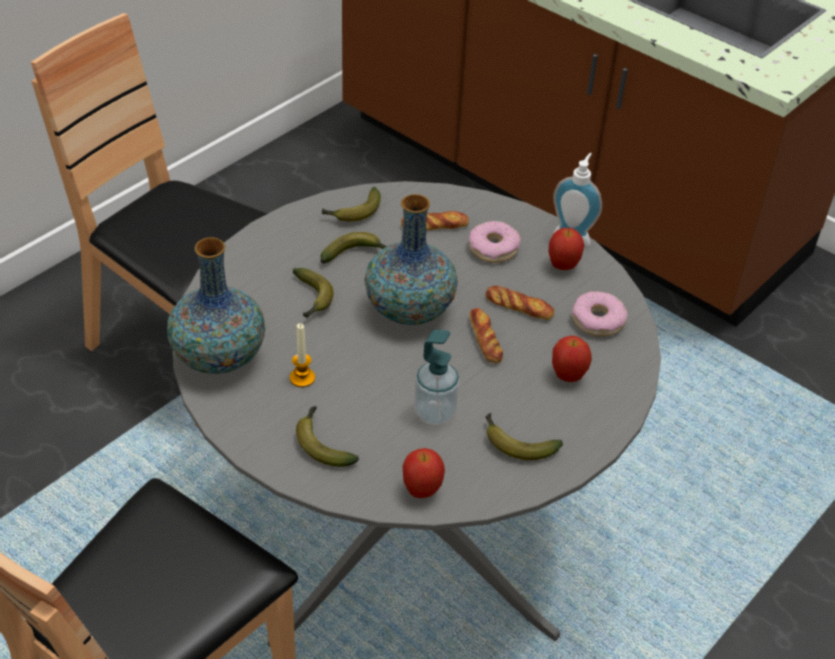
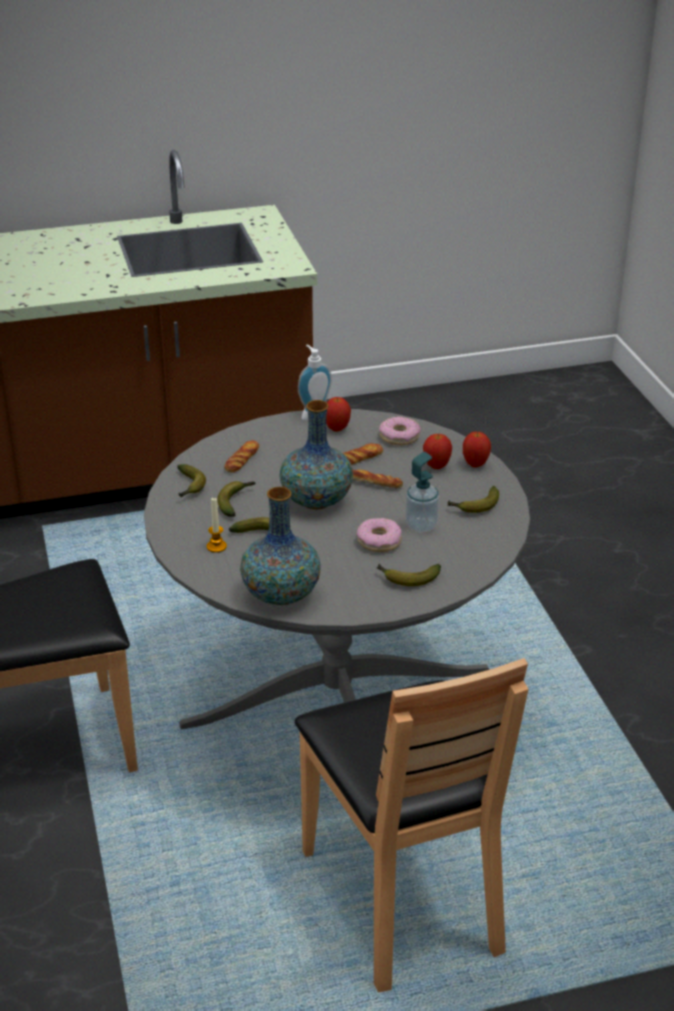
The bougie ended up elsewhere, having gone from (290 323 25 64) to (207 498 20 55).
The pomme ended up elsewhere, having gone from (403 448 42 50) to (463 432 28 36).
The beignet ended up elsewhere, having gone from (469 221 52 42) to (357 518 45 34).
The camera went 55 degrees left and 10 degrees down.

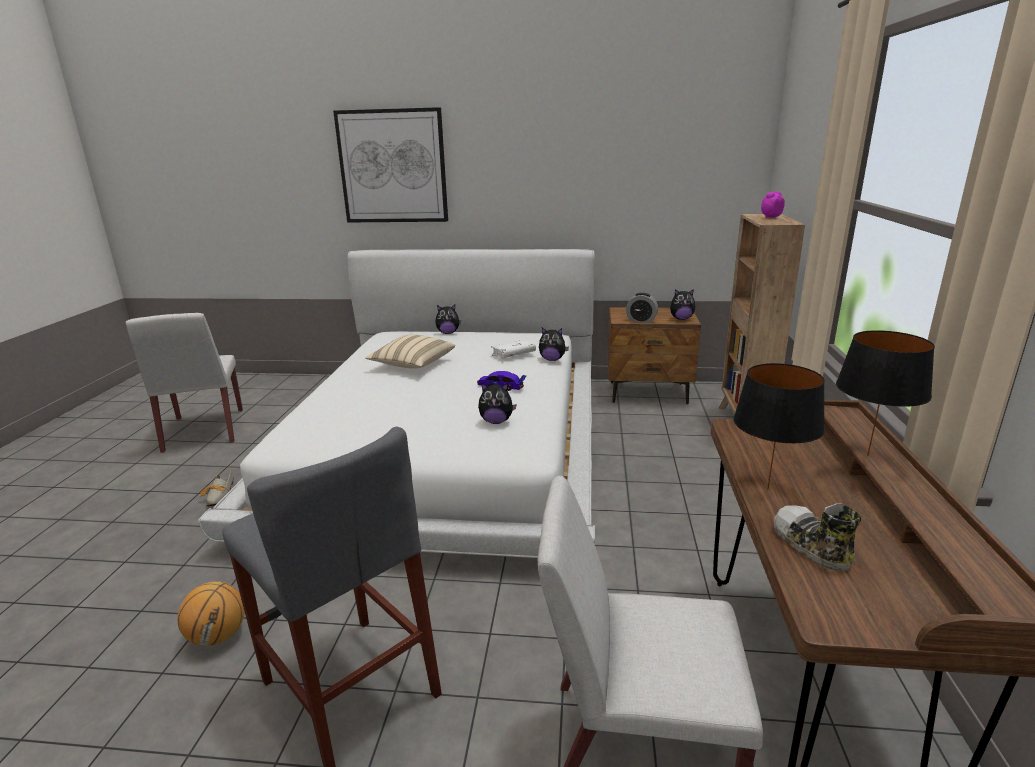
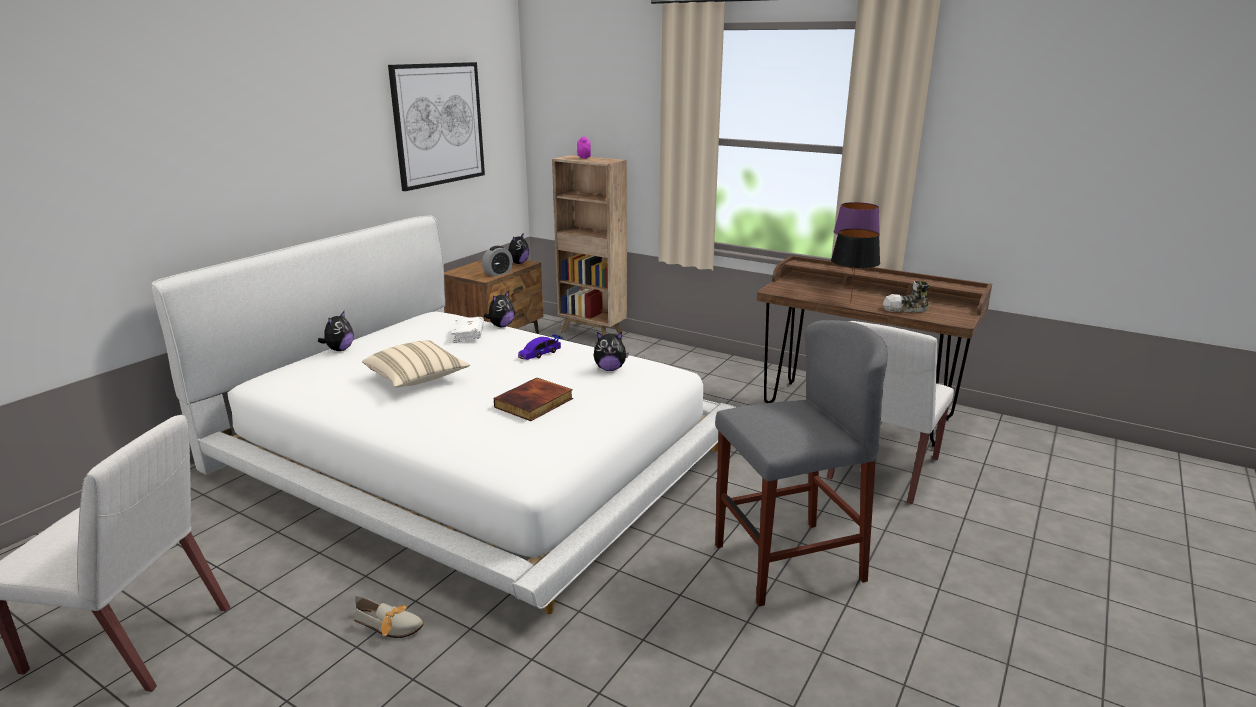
The second view lost the ballon de basket at (177 581 68 65).
The second view gained the livre at (493 378 80 43).
The tableau ended up elsewhere, having gone from (333 107 115 116) to (388 62 97 129).
What was the lampe de table/noir at (836 330 99 126) turned into the lampe de table/violet at (834 202 46 69).
The peluche at (478 382 39 42) ended up facing another way, 60 degrees clockwise from before.
The camera went 65 degrees left and 0 degrees up.

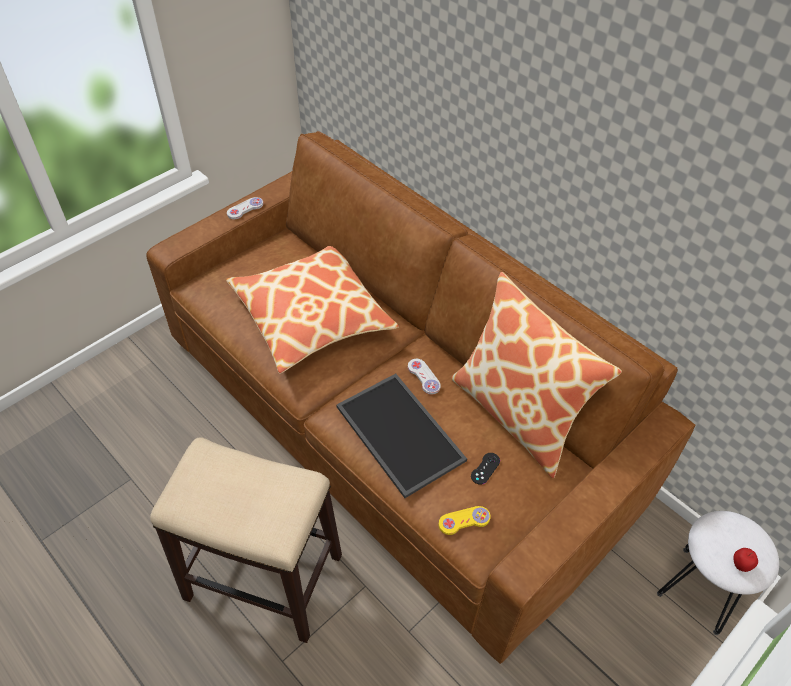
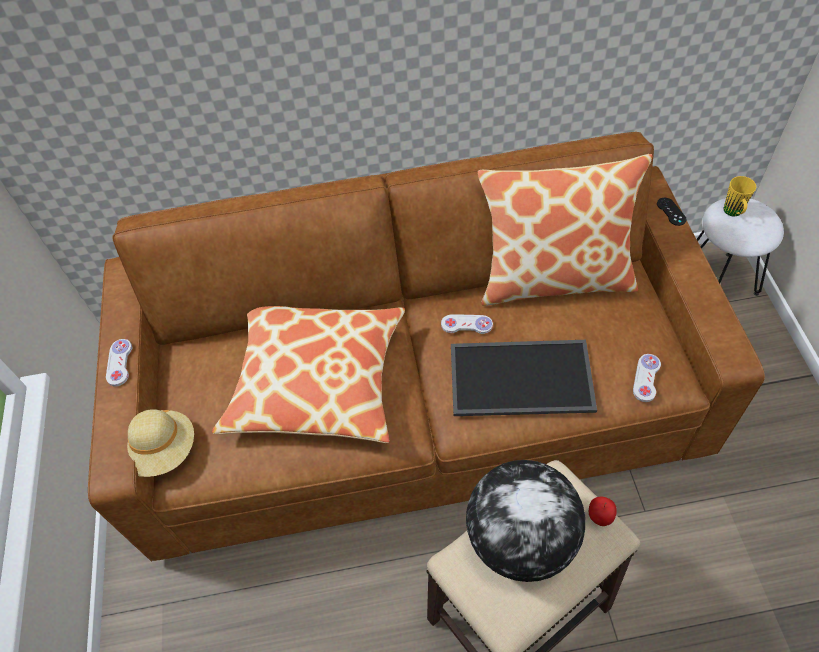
The second view gained the chapeau/beige at (127 409 67 68).
The second view gained the globe at (466 460 119 122).
The second view gained the mug/jaune at (724 176 32 41).
The manette/noir ended up elsewhere, having gone from (471 453 29 31) to (657 198 30 28).
The pomme ended up elsewhere, having gone from (734 548 24 24) to (589 497 28 29).
What was the manette/jaune at (439 506 52 29) turned into the manette/blanc at (633 354 28 48).
The camera went 50 degrees left and 5 degrees up.

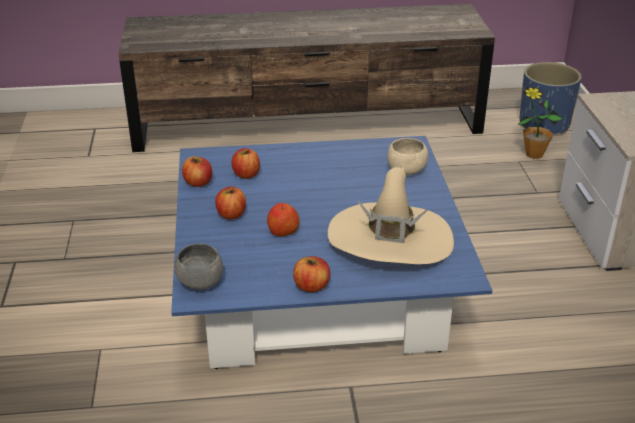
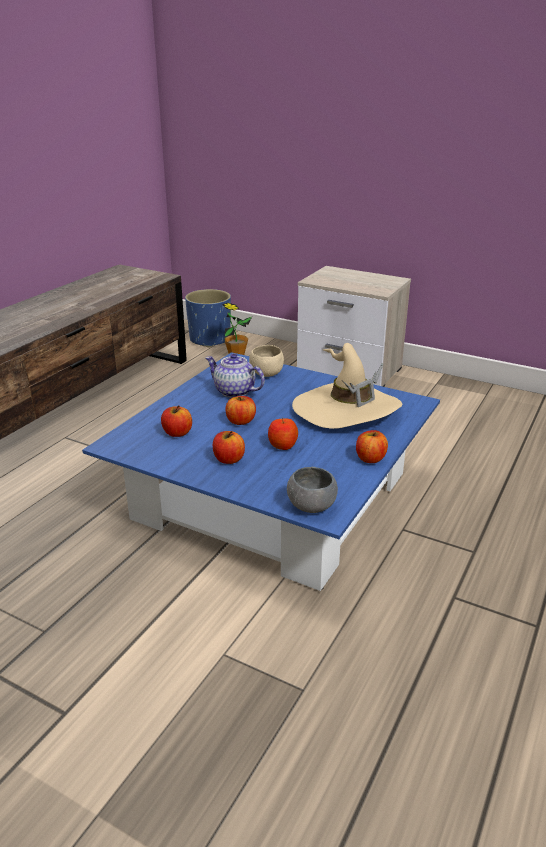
The second view gained the théière at (205 353 60 45).
The pomme ended up elsewhere, having gone from (182 157 30 30) to (226 396 30 29).
The camera went 55 degrees left and 5 degrees down.

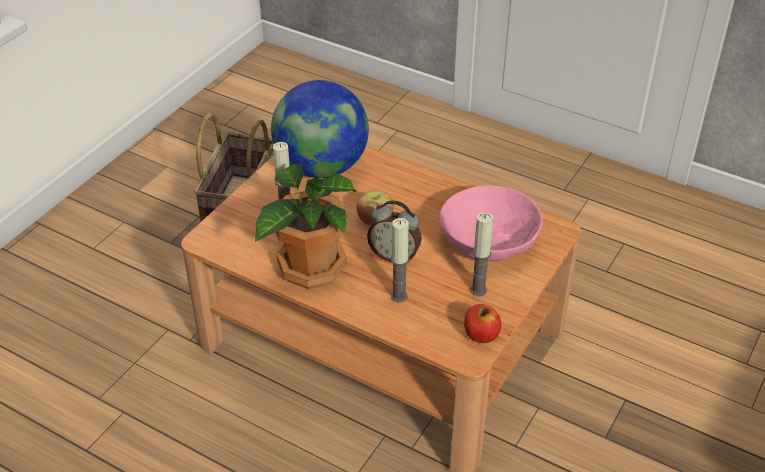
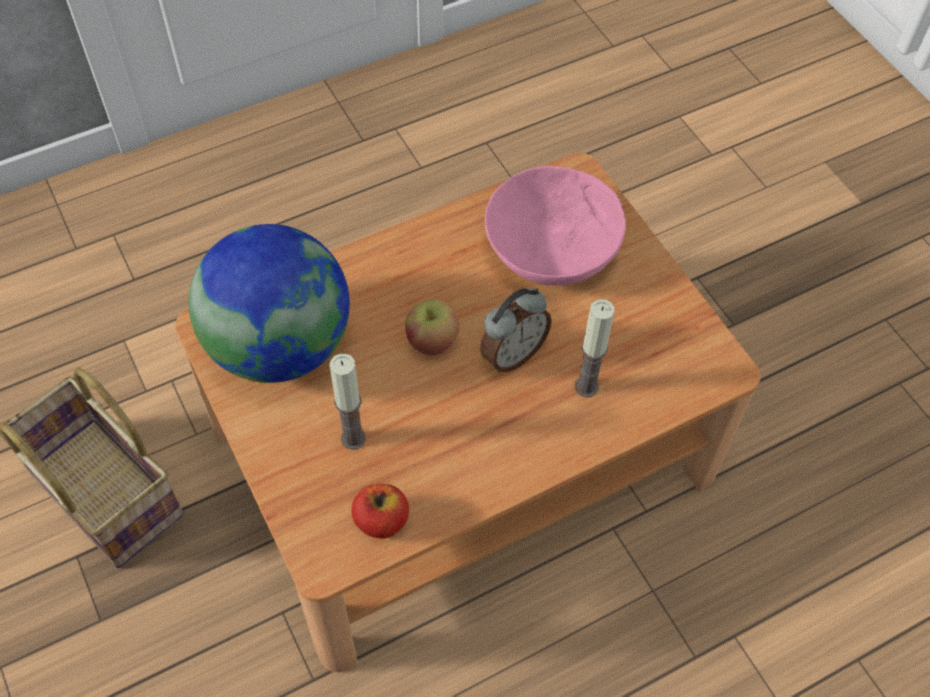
The second view lost the plante en pot at (255 164 101 125).
The second view lost the bougie at (470 212 23 84).
The pomme ended up elsewhere, having gone from (464 304 37 39) to (352 484 57 55).
The camera went 60 degrees left and 15 degrees up.

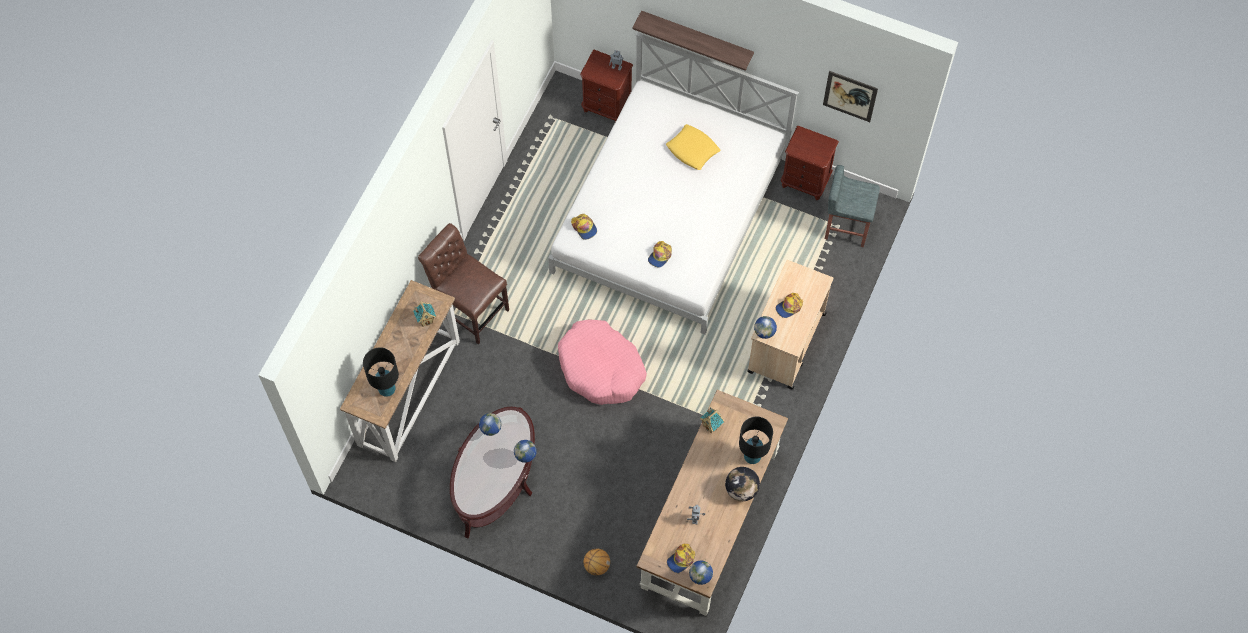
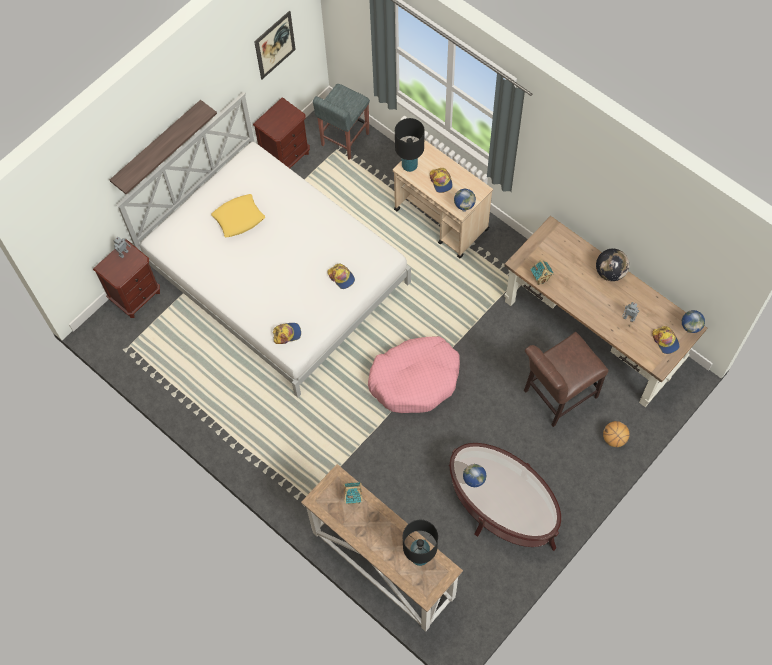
The second view lost the globe at (514 440 22 23).
The chaise/marron ended up elsewhere, having gone from (418 223 91 122) to (524 331 84 96).
The lampe de table/noir ended up elsewhere, having gone from (739 417 34 47) to (395 118 30 54).
The camera went 70 degrees left and 0 degrees up.

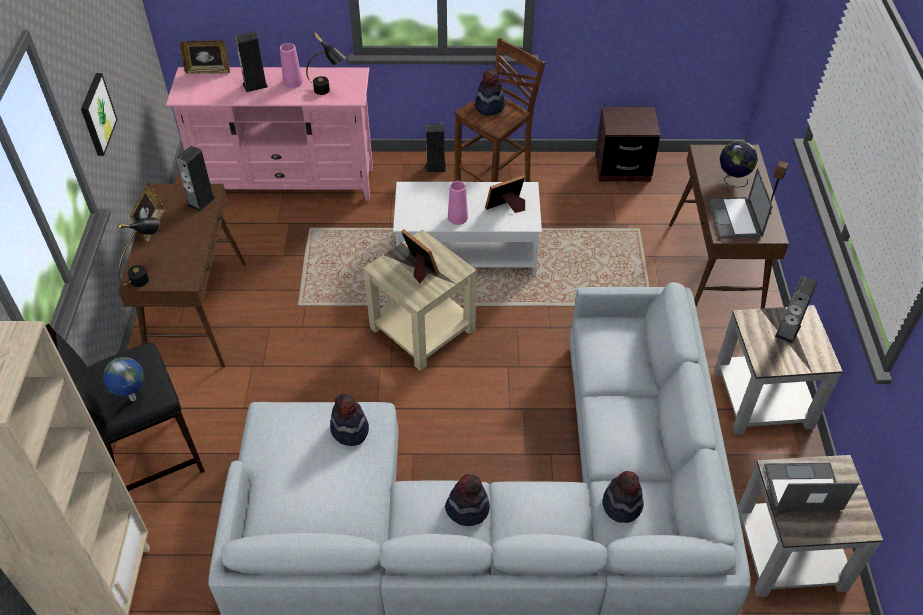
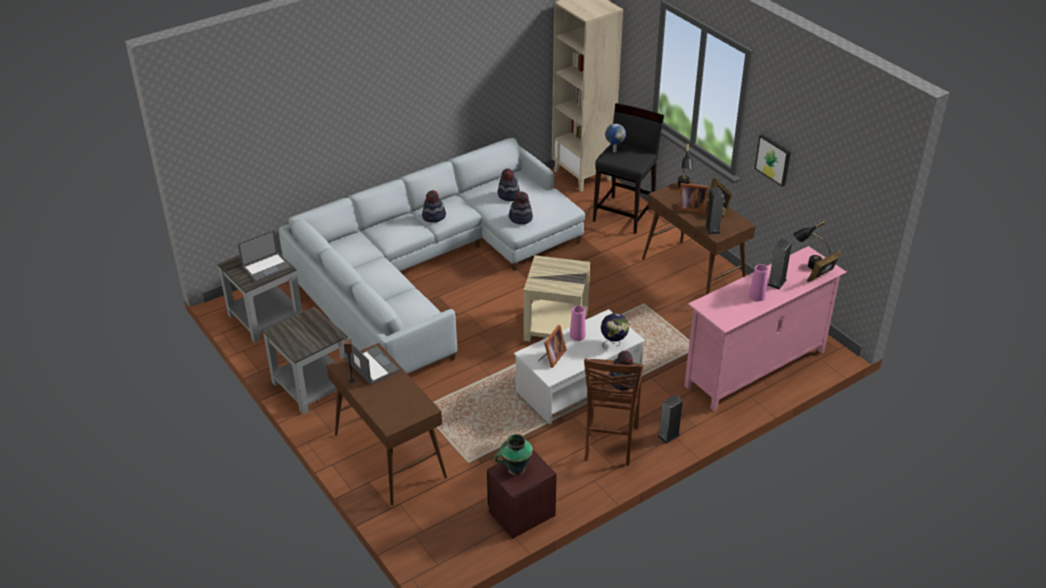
The second view lost the enceinte at (775 276 42 68).
The second view gained the vase at (494 434 39 41).
The lampe de table/noir ended up elsewhere, having gone from (306 32 40 63) to (793 221 38 49).
The cadre photo ended up elsewhere, having gone from (401 229 38 54) to (678 183 31 30).
The chapeau ended up elsewhere, having gone from (602 471 42 52) to (498 169 22 32).
The globe ended up elsewhere, having gone from (719 140 39 48) to (601 313 28 36).
The camera went 145 degrees right and 10 degrees down.

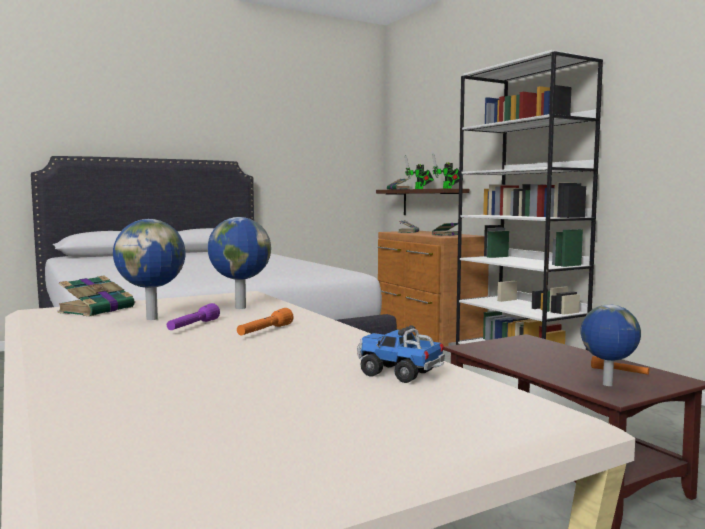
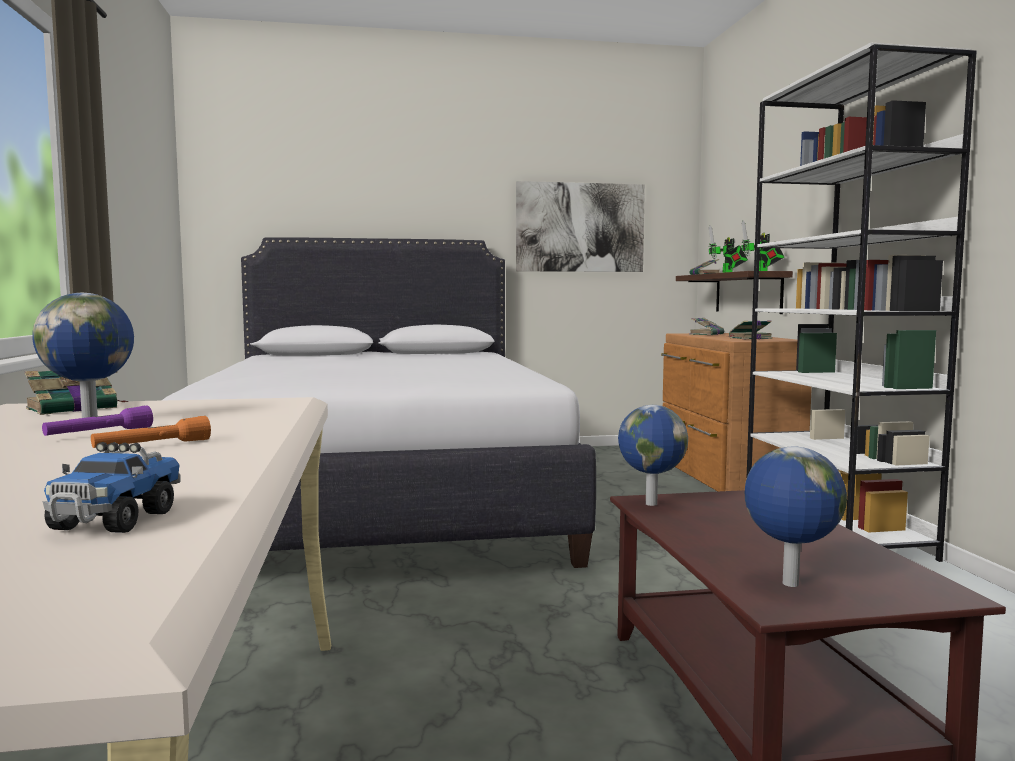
The second view lost the lampe de poche/orange at (591 356 58 19).
The second view gained the tableau at (516 181 129 91).
The globe ended up elsewhere, having gone from (207 217 64 92) to (618 405 70 101).
The camion jouet at (357 325 88 58) ended up facing another way, 135 degrees counterclockwise from before.
The camera went 20 degrees right and 0 degrees up.

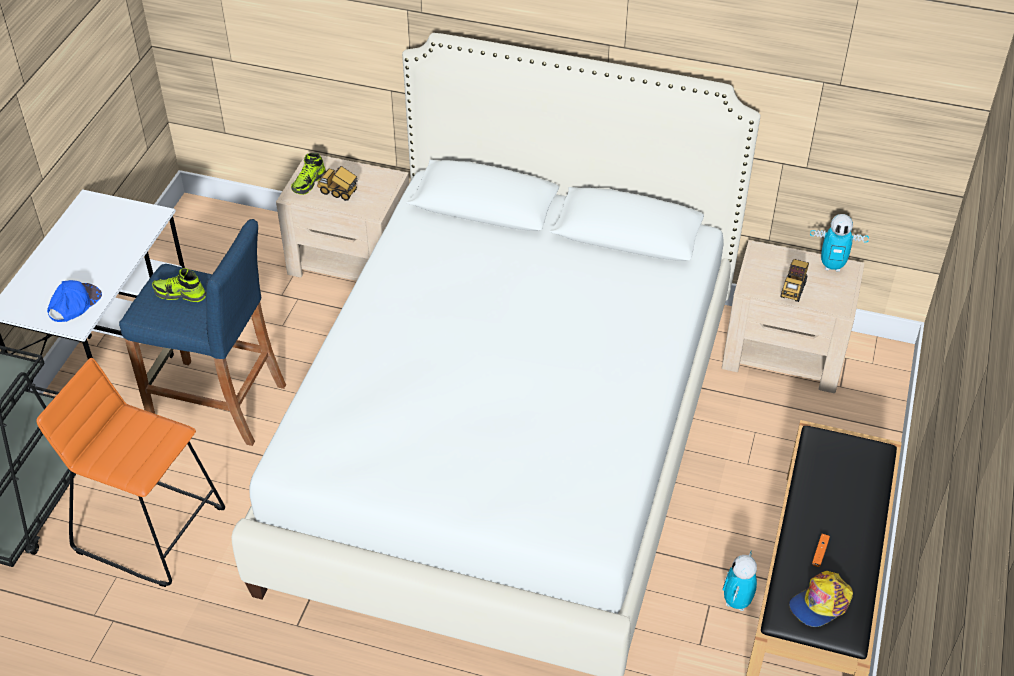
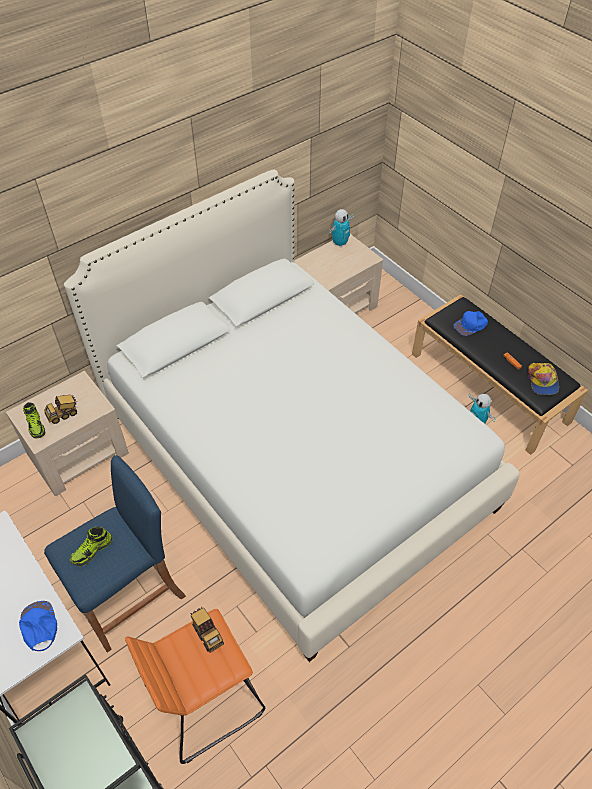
The second view gained the casquette/bleu at (453 311 35 25).
The camion jouet ended up elsewhere, having gone from (780 259 29 43) to (190 607 34 46).
The camera went 55 degrees left and 5 degrees up.

